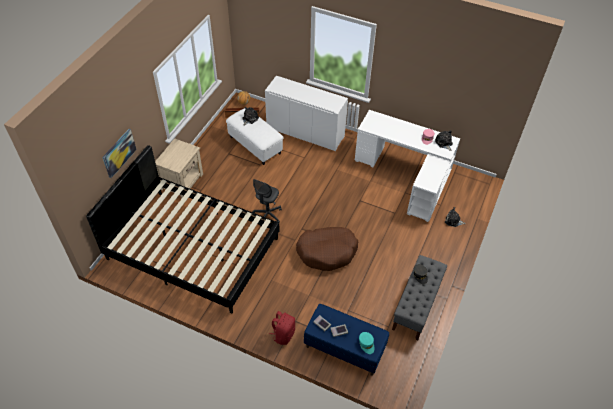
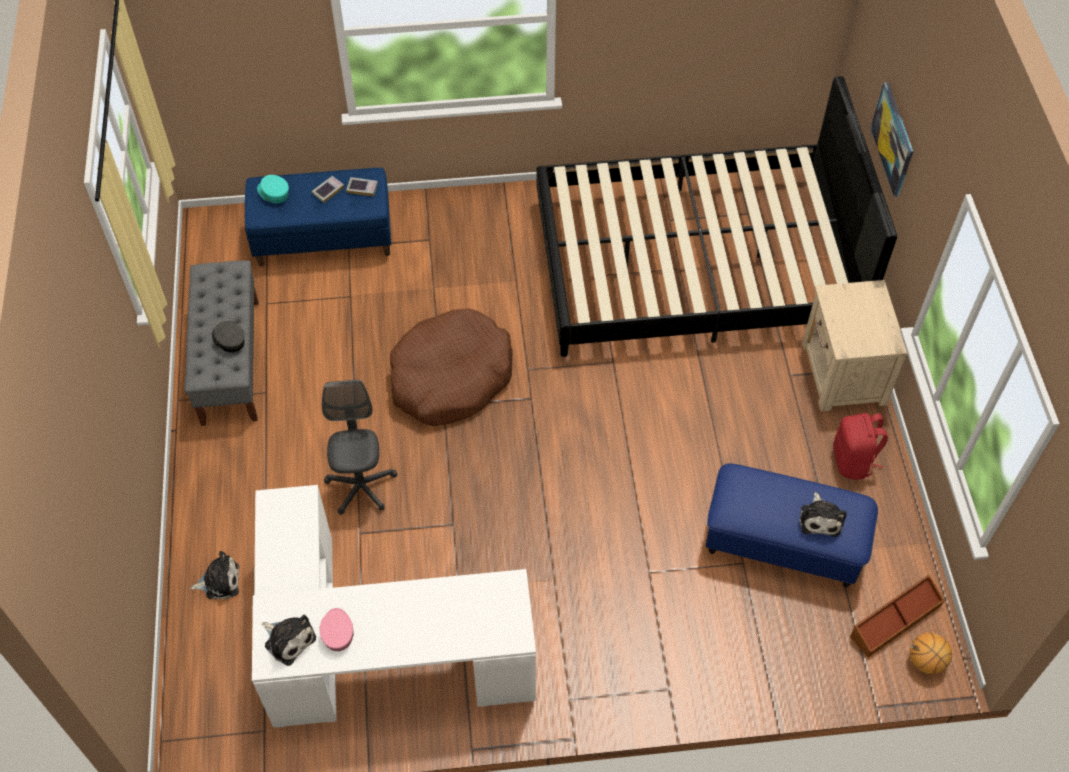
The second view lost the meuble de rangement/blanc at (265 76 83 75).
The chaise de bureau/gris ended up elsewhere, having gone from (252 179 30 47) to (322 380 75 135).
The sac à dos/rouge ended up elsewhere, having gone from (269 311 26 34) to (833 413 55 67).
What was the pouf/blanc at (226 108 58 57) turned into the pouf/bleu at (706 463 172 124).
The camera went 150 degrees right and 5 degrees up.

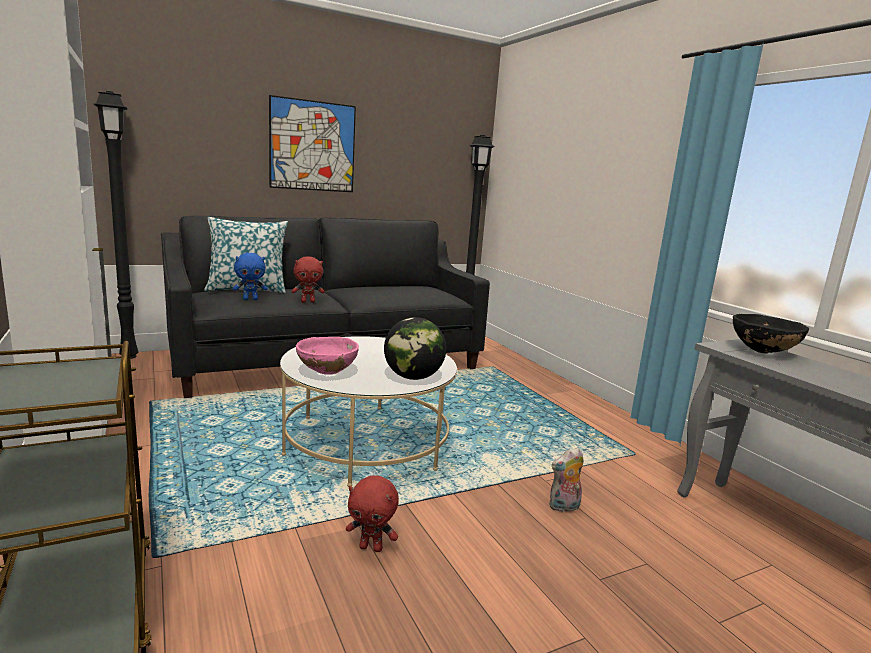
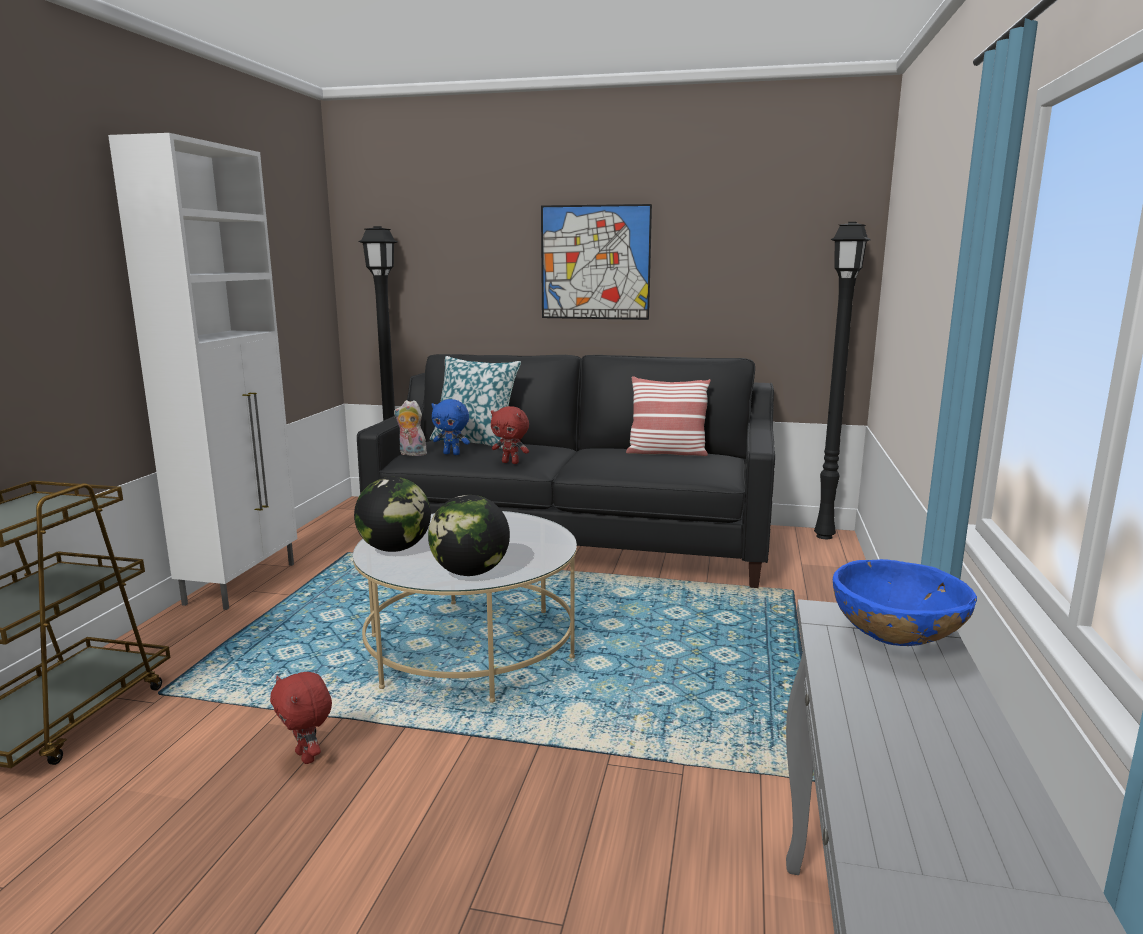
The second view gained the coussin at (626 376 85 80).
The peluche ended up elsewhere, having gone from (549 447 35 66) to (394 400 33 56).
Where the bol/rose stood at (296 337 63 38), the globe came to stand at (354 477 77 75).
What was the bol/noir at (733 314 76 39) turned into the bol/bleu at (833 559 144 87).
The camera went 40 degrees right and 0 degrees up.

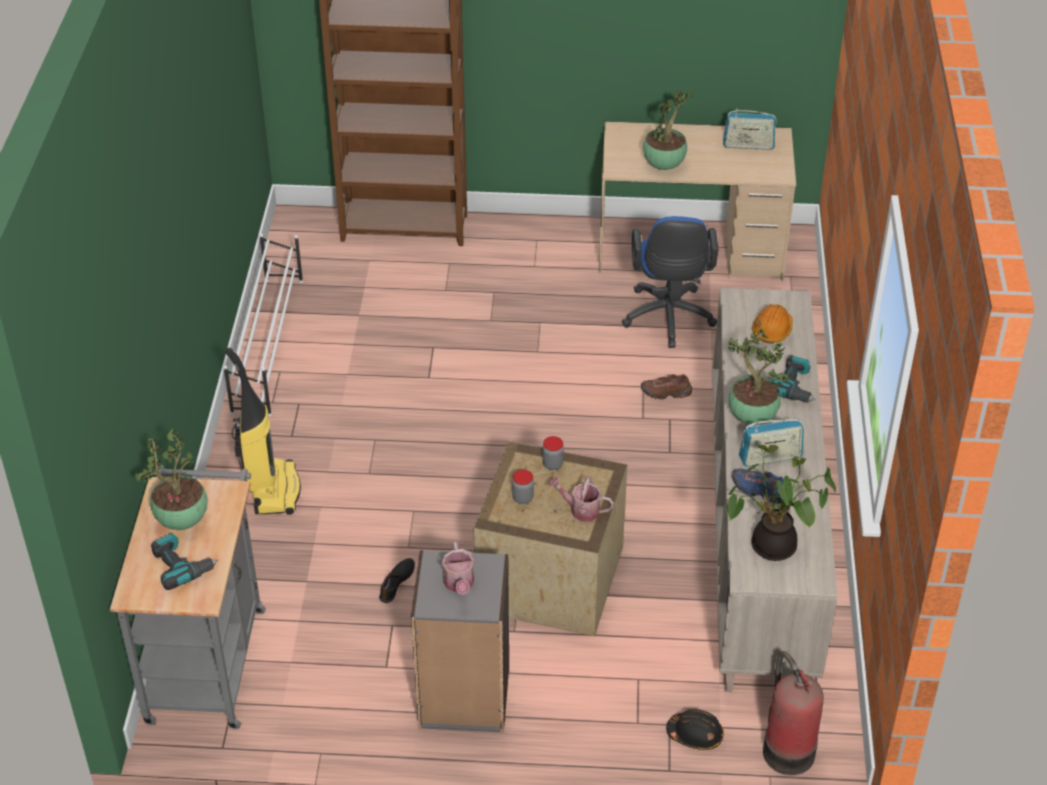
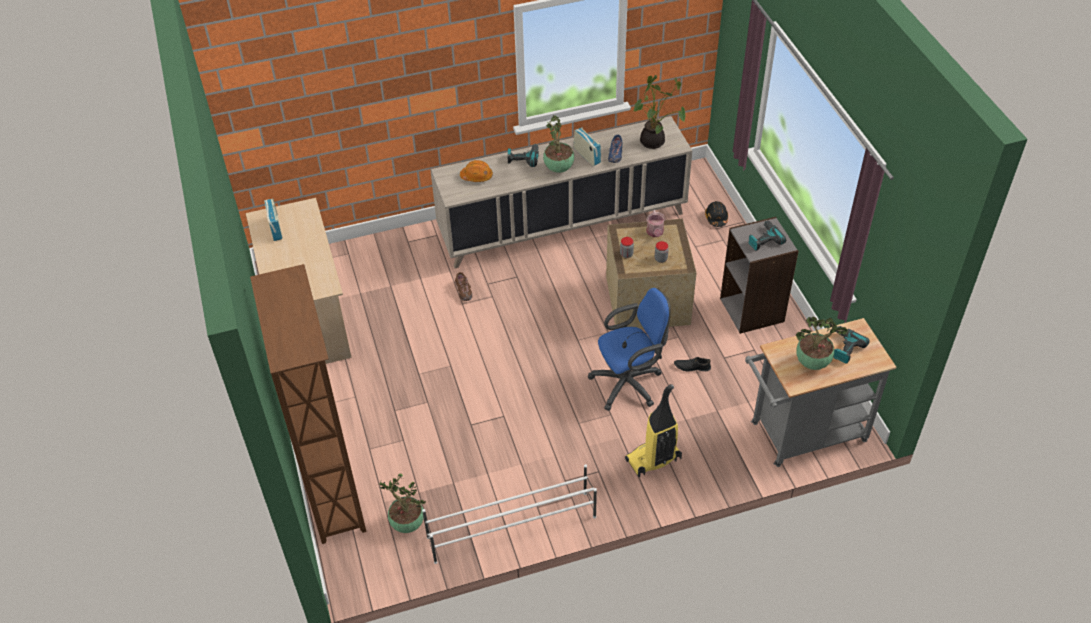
The second view lost the extincteur at (763 651 61 124).
The chaise de bureau/bleu ended up elsewhere, having gone from (622 216 96 132) to (588 288 83 123).
The plante en pot ended up elsewhere, having gone from (643 90 50 80) to (379 473 47 60).
Where the arrosoir stood at (441 542 34 53), the perceuse came to stand at (748 220 38 31).
The camera went 110 degrees left and 5 degrees up.

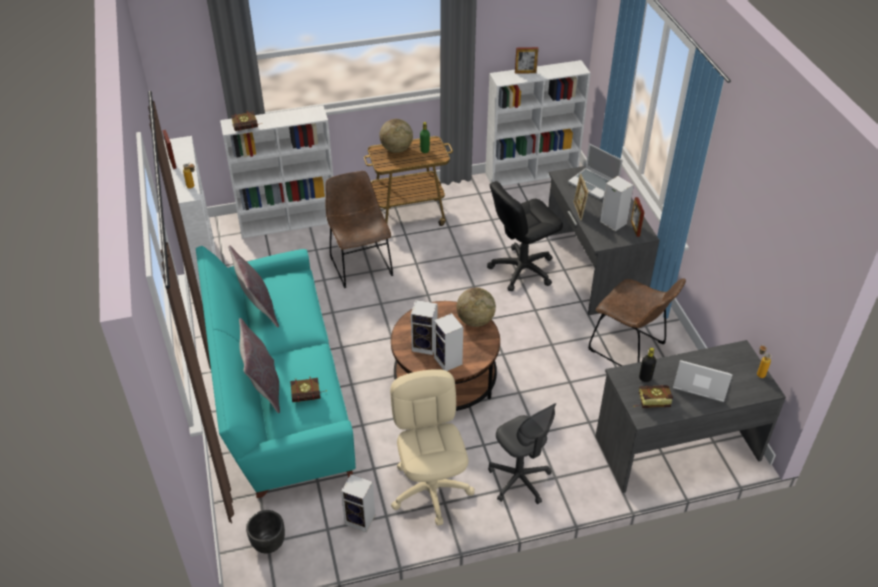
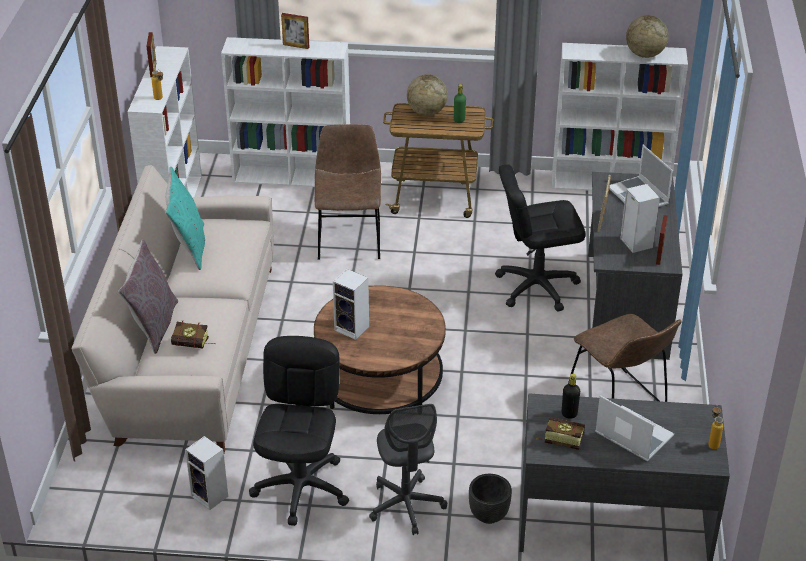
The second view lost the livre at (231 111 31 20).
The second view lost the enceinte at (434 313 29 58).
The cache-pot/noir ended up elsewhere, having gone from (246 510 39 44) to (469 474 43 50).
The globe ended up elsewhere, having gone from (457 288 39 39) to (626 15 43 43).
The cadre photo ended up elsewhere, having gone from (515 47 23 27) to (281 13 28 36).
What was the canapé/turquoise at (196 246 160 252) turned into the canapé/beige at (71 165 203 288).
What was the coussin/gris at (228 245 51 83) turned into the coussin/turquoise at (165 167 40 103).
What was the chaise de bureau/beige at (390 369 85 157) turned into the chaise de bureau/noir at (249 336 100 190).
The camera went 20 degrees right and 5 degrees down.

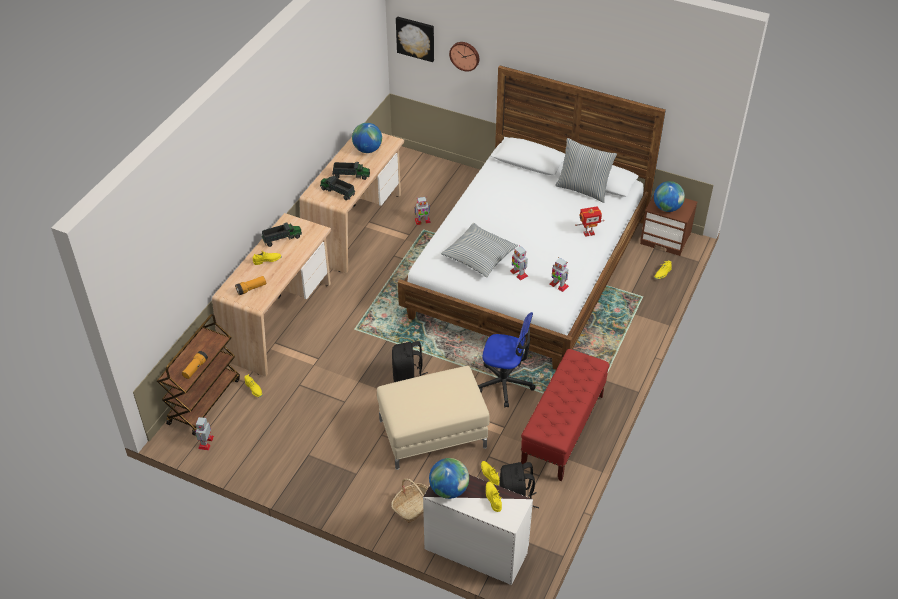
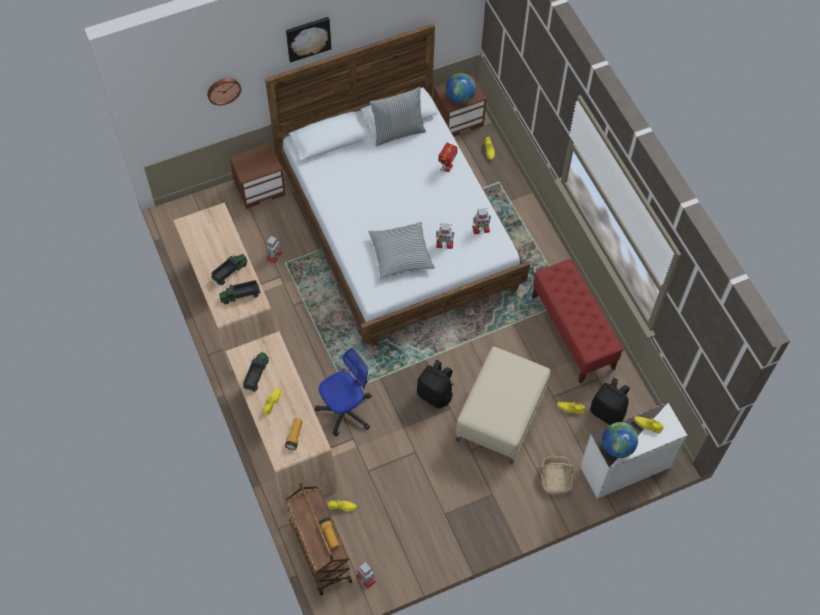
The second view lost the globe at (352 123 30 30).
The second view gained the table de chevet/marron at (229 143 56 66).
The tableau ended up elsewhere, having gone from (396 16 38 46) to (286 17 45 46).
The chaise de bureau ended up elsewhere, having gone from (478 312 58 95) to (315 348 56 88).
The camera went 50 degrees left and 15 degrees up.

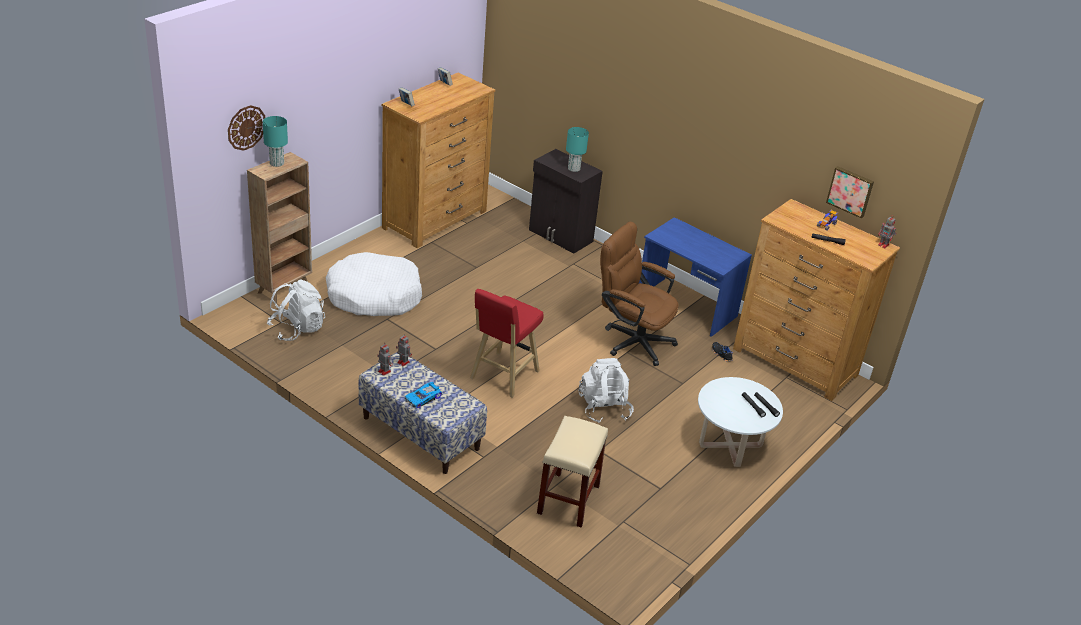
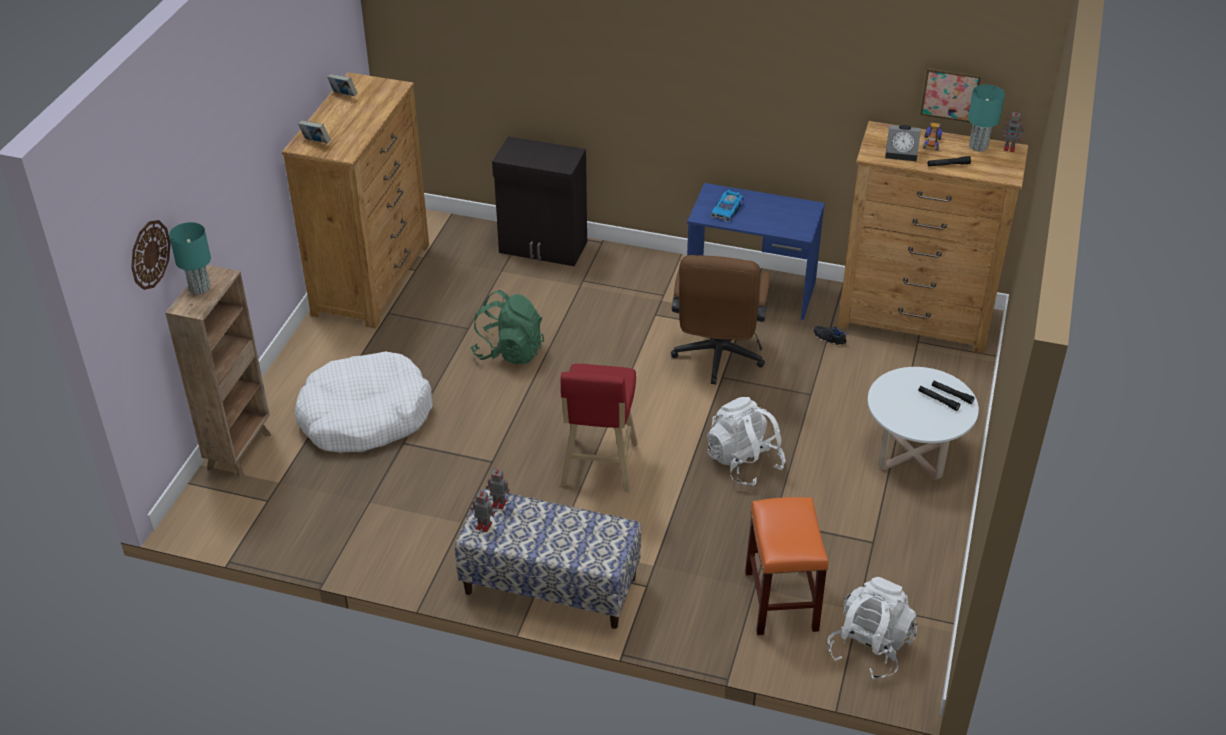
The second view gained the sac à dos/vert at (470 290 74 74).
The second view gained the réveil at (885 125 36 36).
The sac à dos/blanc ended up elsewhere, having gone from (267 280 58 61) to (827 577 91 103).
The petite voiture ended up elsewhere, having gone from (405 382 37 27) to (711 190 32 32).
The lampe de table/turquoise ended up elsewhere, having gone from (566 127 23 45) to (968 84 37 68).
What was the tabouret/beige at (537 416 71 111) turned into the tabouret/orange at (745 497 83 138).
The chaise de bureau/marron at (600 222 79 144) ended up facing another way, 90 degrees counterclockwise from before.
The camera went 20 degrees left and 5 degrees up.

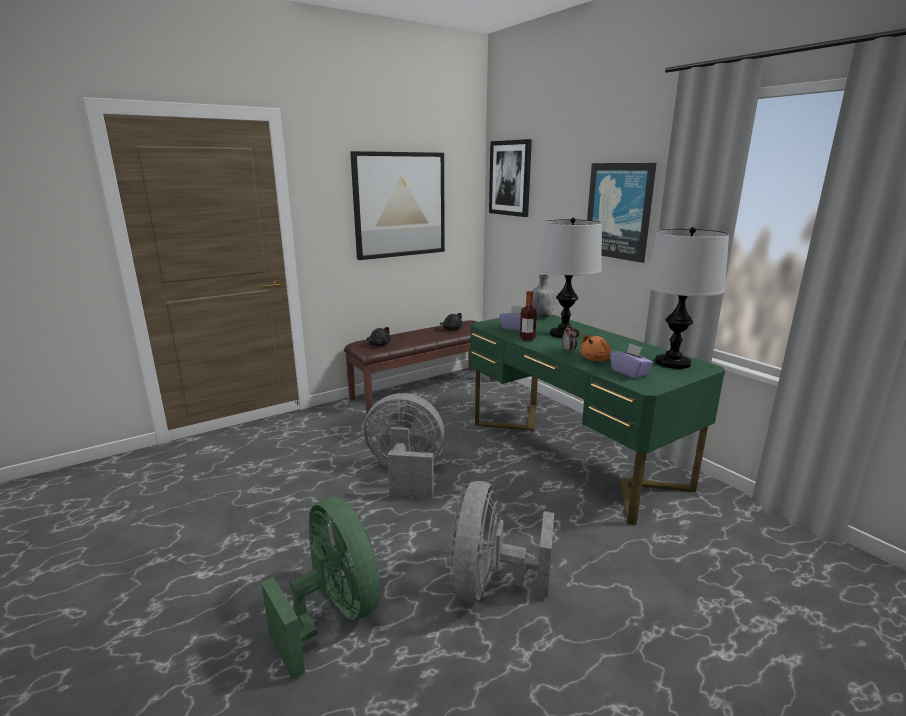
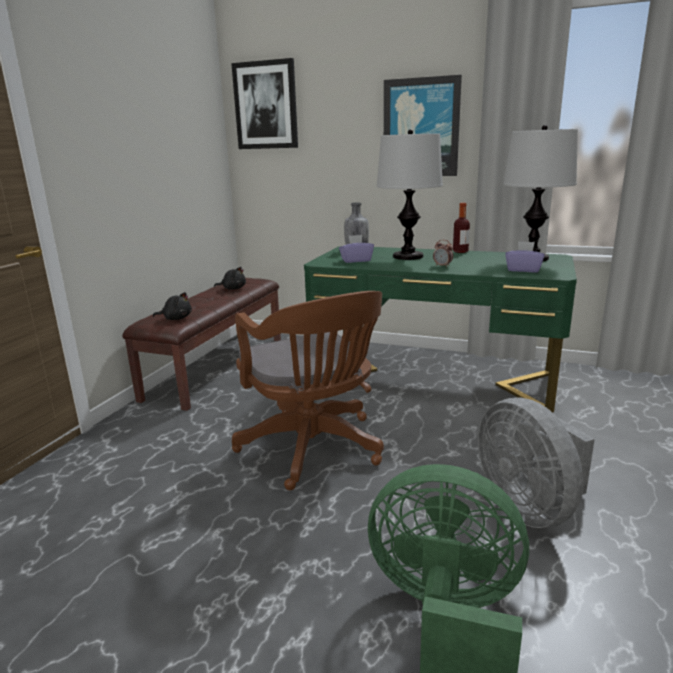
The second view lost the tableau at (350 151 95 109).
The second view lost the peluche/orange at (580 334 32 27).
The bouteille ended up elsewhere, having gone from (520 291 17 50) to (453 203 17 50).
Where the ventilateur/gris stood at (364 393 81 105), the chaise de bureau/marron came to stand at (232 291 152 199).
The camera went 35 degrees left and 0 degrees up.

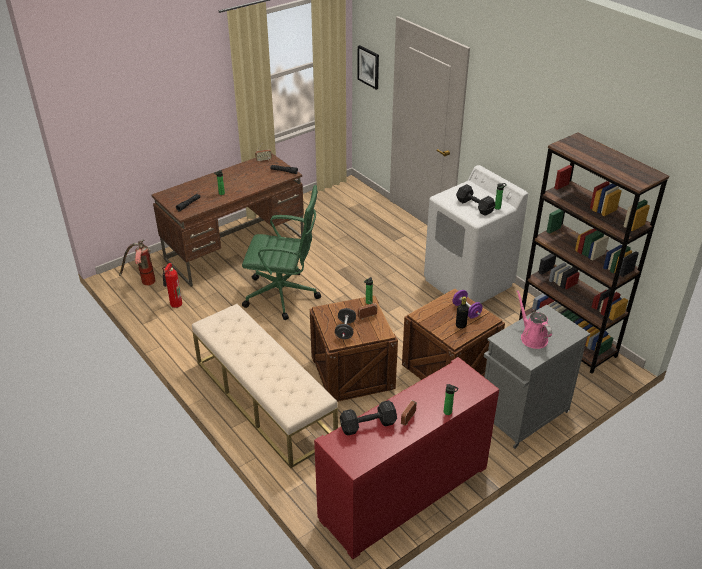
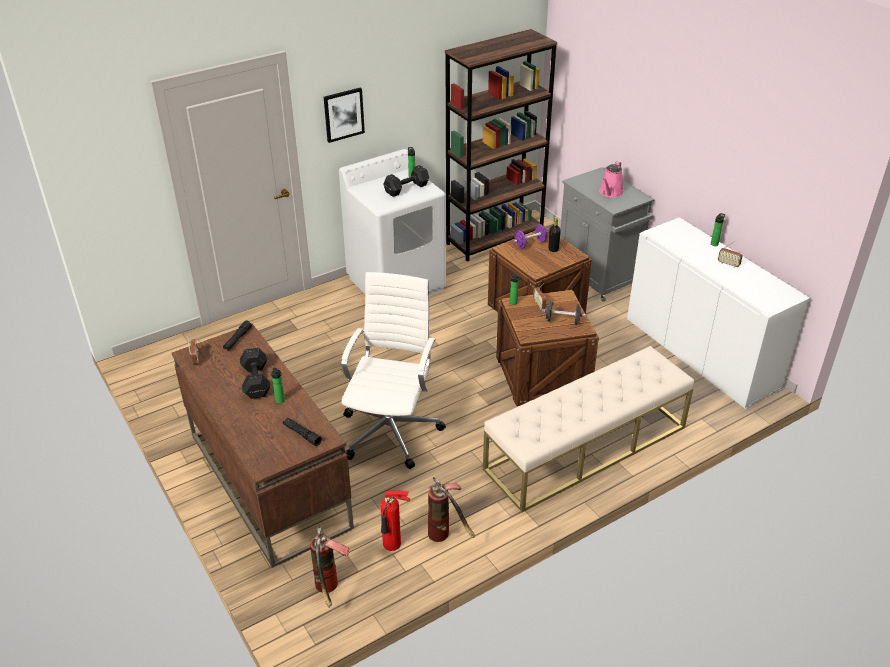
The second view gained the extincteur at (428 477 47 65).
The haltère/noir ended up elsewhere, having gone from (340 400 57 36) to (240 347 30 52).
The tableau ended up elsewhere, having gone from (357 45 22 45) to (324 88 41 55).
What was the chaise de bureau/vert at (242 185 79 135) turned into the chaise de bureau/blanc at (341 272 105 197).
What was the meuble de rangement/rouge at (314 357 185 202) turned into the meuble de rangement/blanc at (627 217 183 192).
The arrosoir/rose at (517 290 35 59) ended up facing another way, 45 degrees counterclockwise from before.
The camera went 85 degrees left and 0 degrees up.

